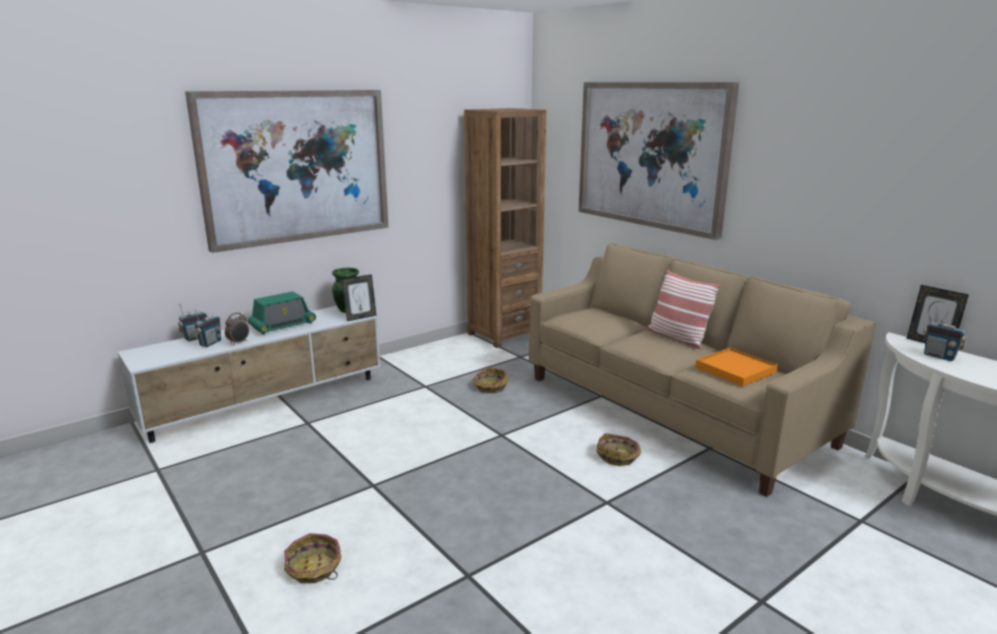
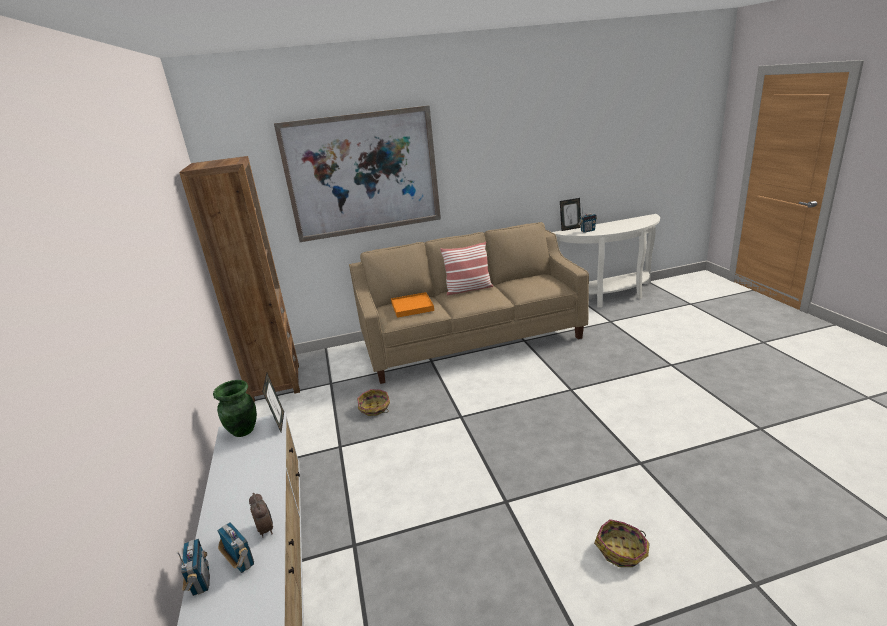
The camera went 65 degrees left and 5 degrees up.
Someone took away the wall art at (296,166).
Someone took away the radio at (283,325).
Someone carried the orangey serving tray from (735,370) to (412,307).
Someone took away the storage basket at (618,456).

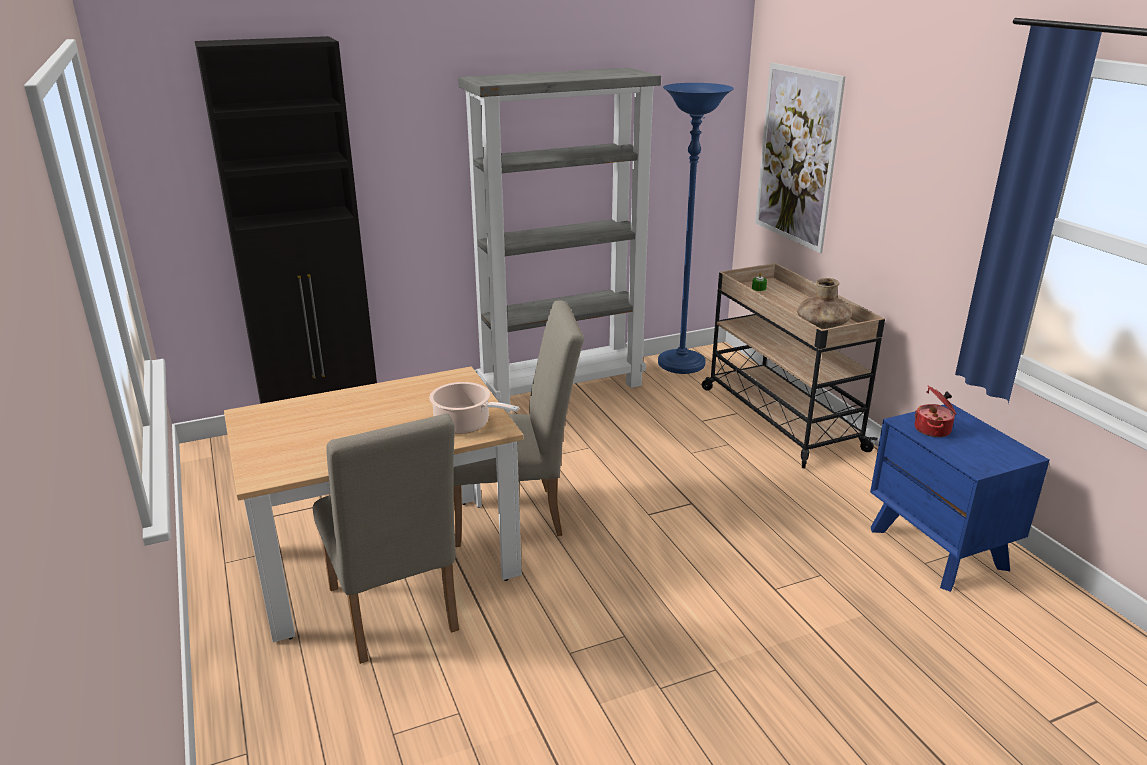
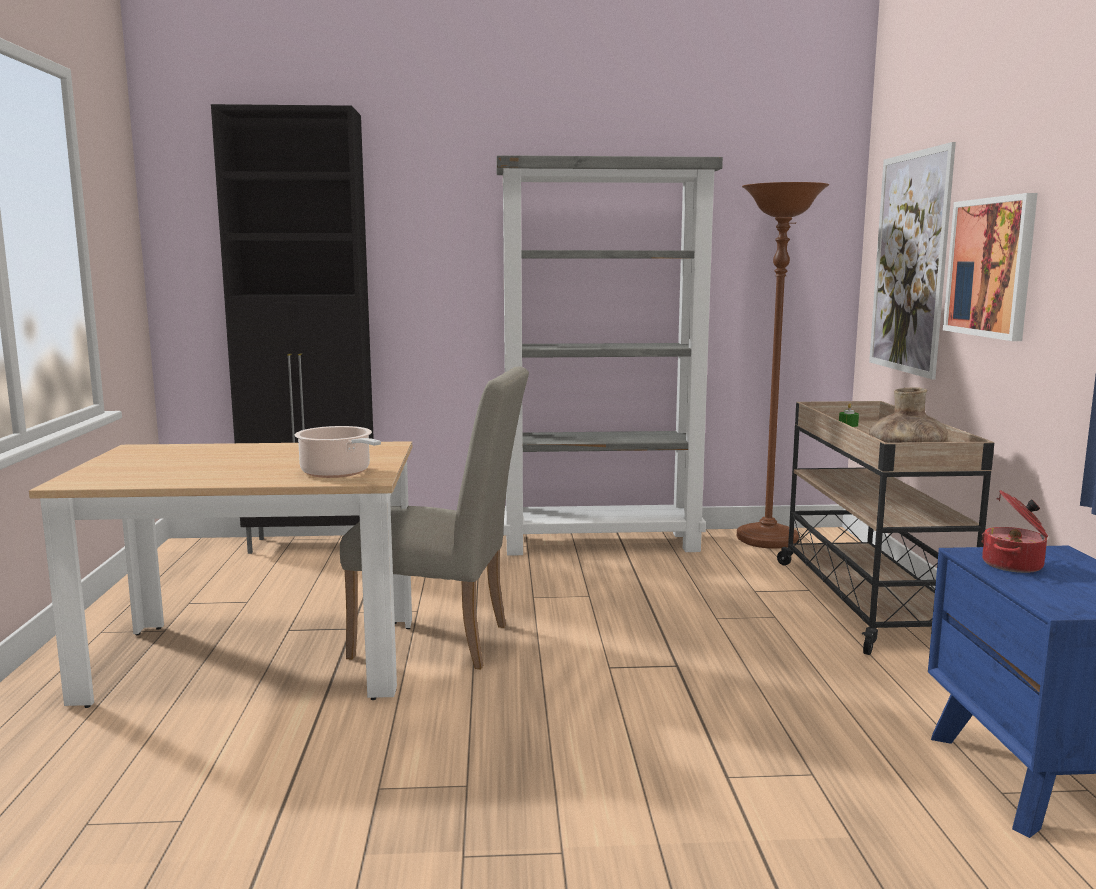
The camera went 20 degrees right and 15 degrees down.
Someone repainted the blue standing lamp at (681,364), which became the brown standing lamp at (767,540).
Someone took away the sand-coloured plain chair at (394,616).
Someone put up the wall art at (990,267).

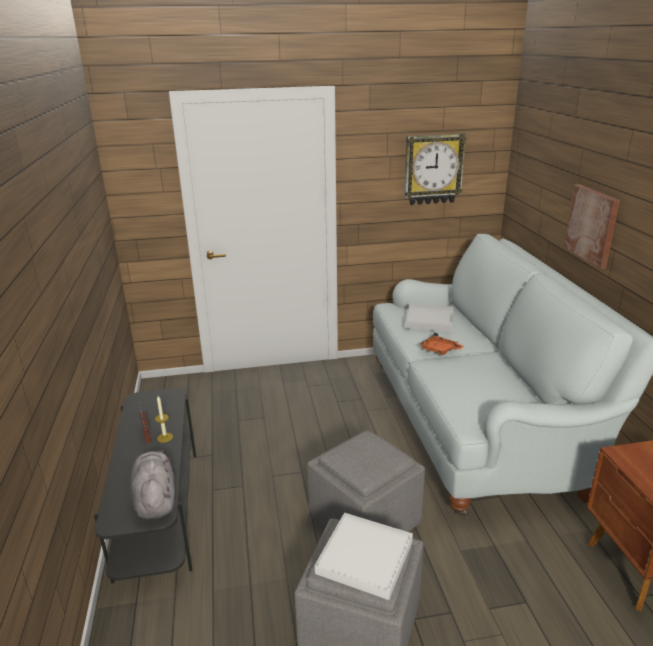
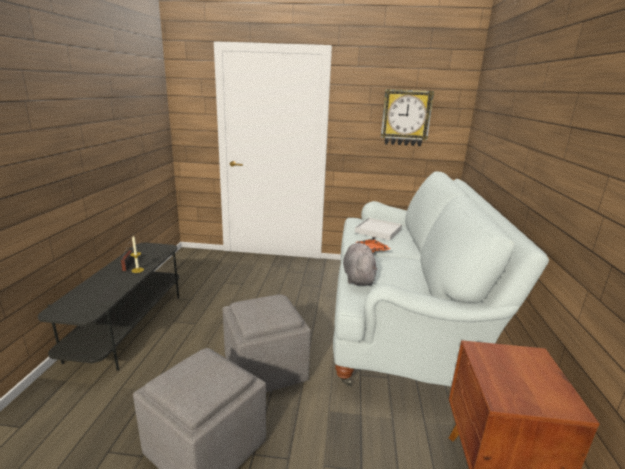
The camera went 15 degrees right and 5 degrees down.
Someone took away the wall art at (592,225).
Someone carried the grey cuddly toy from (155,499) to (358,277).
Someone took away the whitish serving tray at (364,557).

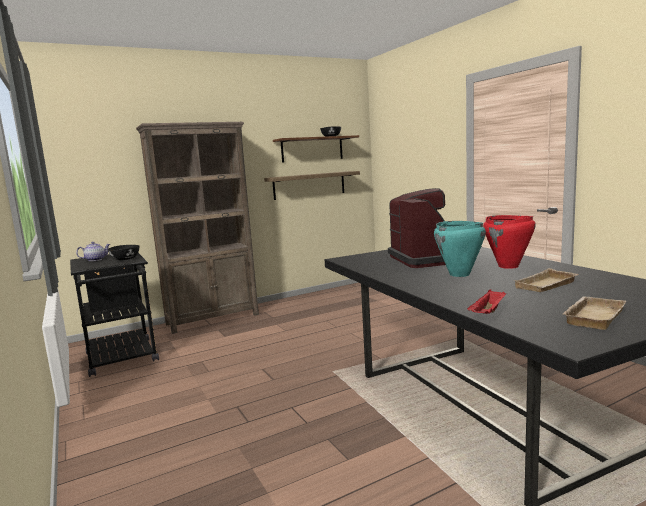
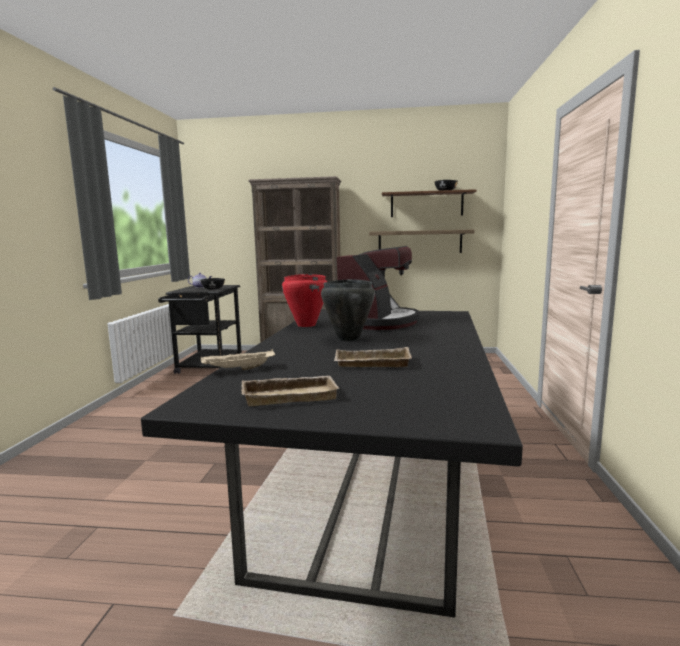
The camera went 35 degrees right and 0 degrees up.
Someone carried the reddish cooking pot from (508,266) to (306,325).
Someone repainted the blue-green cooking pot at (459,274), which became the black-coloured cooking pot at (348,339).
Someone repainted the reddish serving tray at (488,313), which became the sand-coloured serving tray at (238,370).

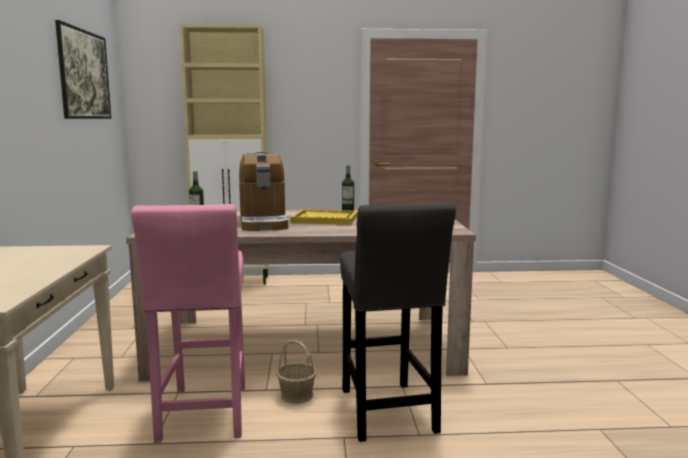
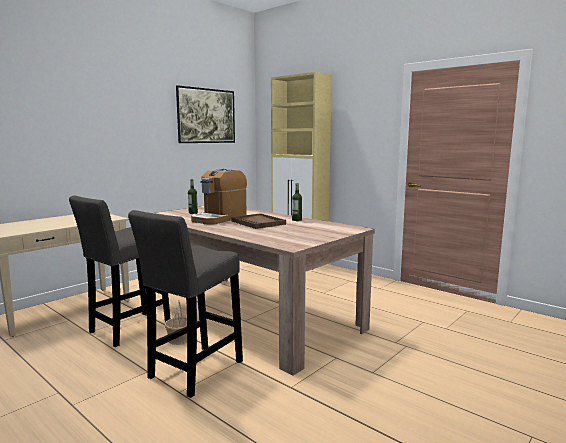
The camera went 45 degrees right and 0 degrees up.
Someone repainted the pinkish sitting stool at (203,416), which became the grey sitting stool at (126,330).
Someone repainted the yellow-coloured serving tray at (325,219), which became the brown serving tray at (258,222).

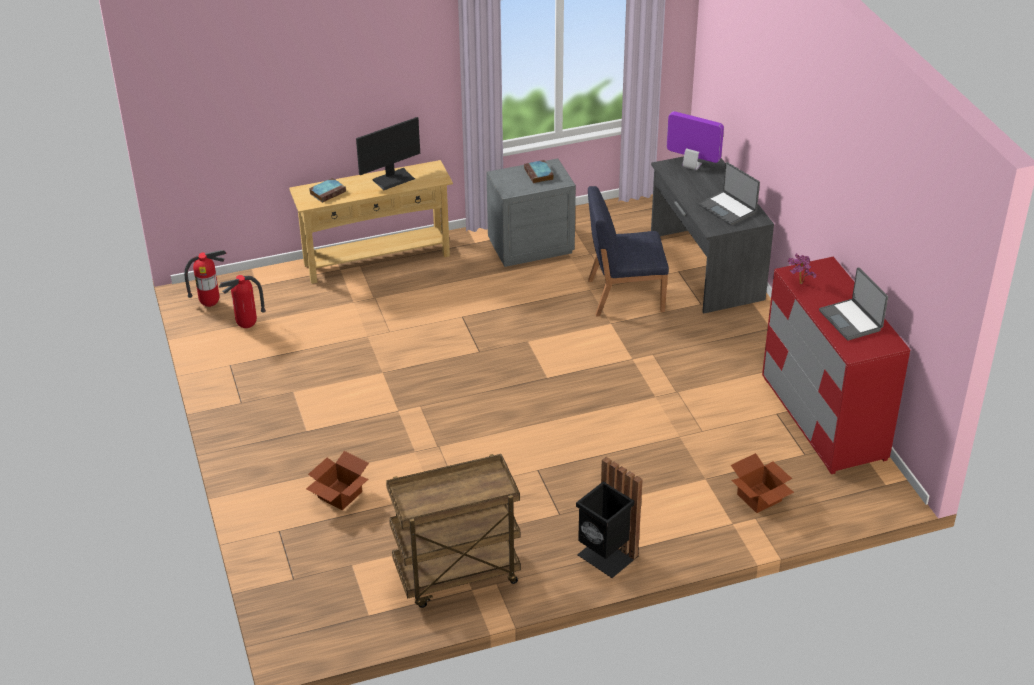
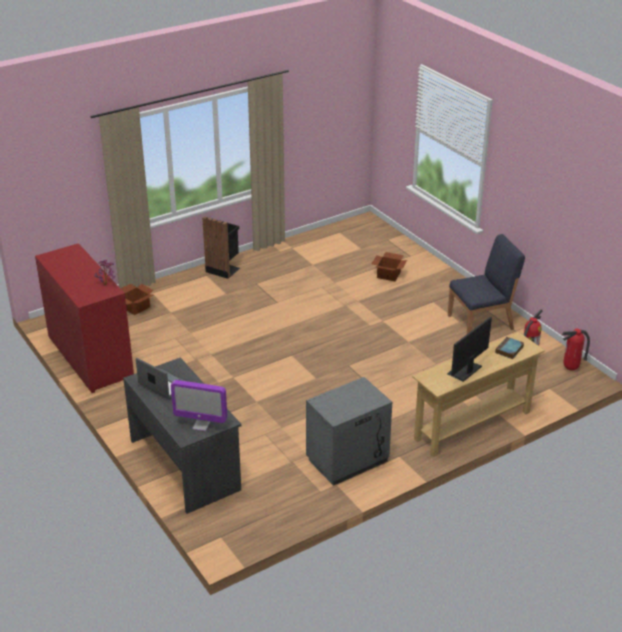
The camera went 165 degrees right and 5 degrees down.
Someone took away the volume at (539,174).
Someone carried the blue plain chair from (624,295) to (481,322).
Someone took away the notebook computer at (851,320).
Someone took away the brown trolley at (456,576).

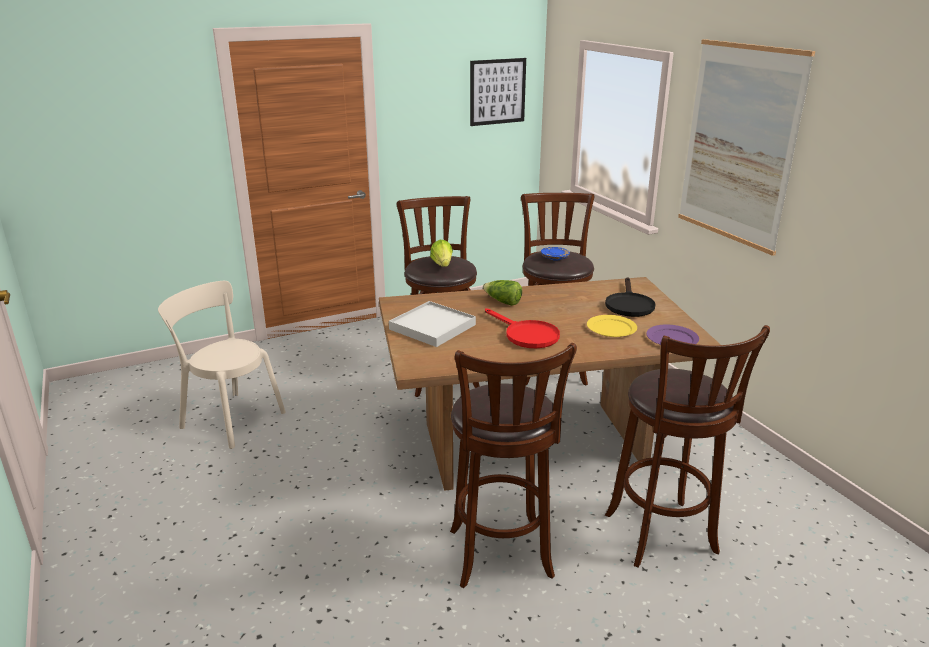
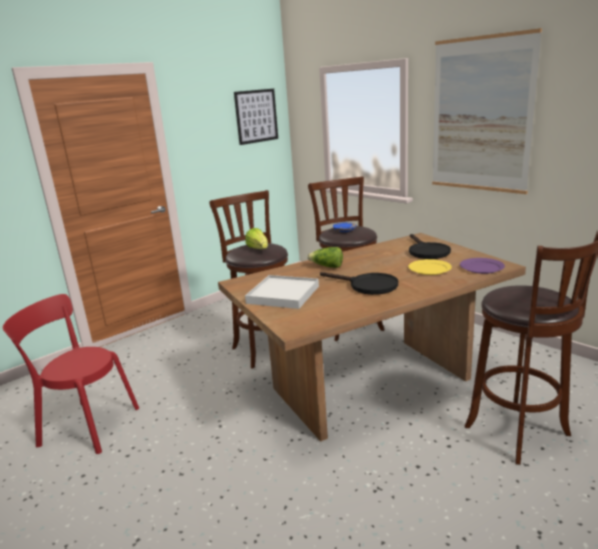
The camera went 15 degrees left and 5 degrees down.
Someone repainted the sand-coloured plain chair at (230,418), which became the reddish plain chair at (85,425).
Someone repainted the reddish skillet at (526,335), which became the black-coloured skillet at (367,286).
Someone took away the brown sitting stool at (501,557).

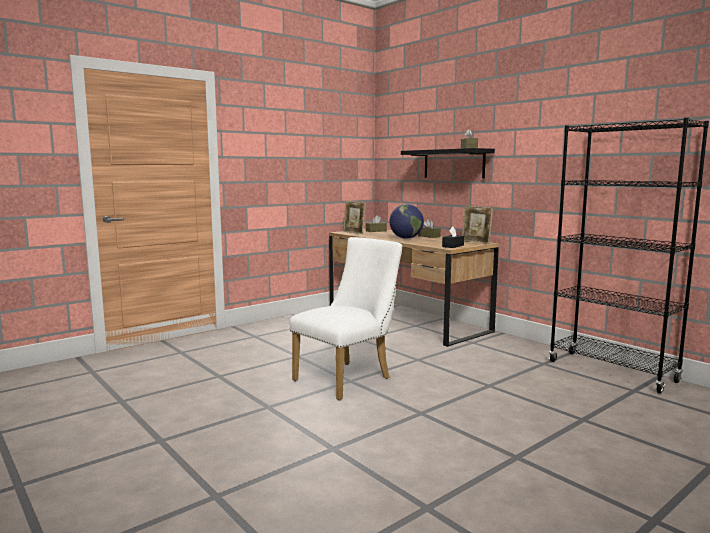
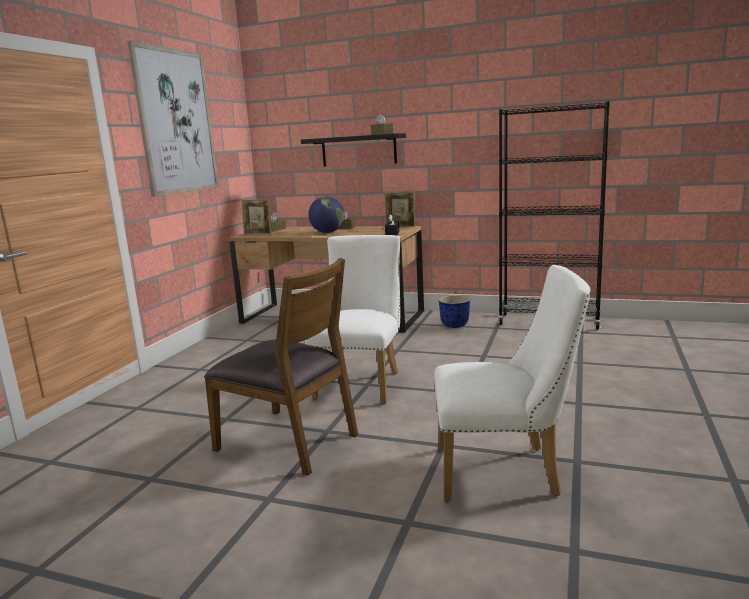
The camera went 30 degrees left and 5 degrees up.
Someone put up the wall art at (176,122).
Someone put down the brown plain chair at (289,441).
Someone put down the whitish plain chair at (506,473).
Someone put down the plant pot at (454,325).

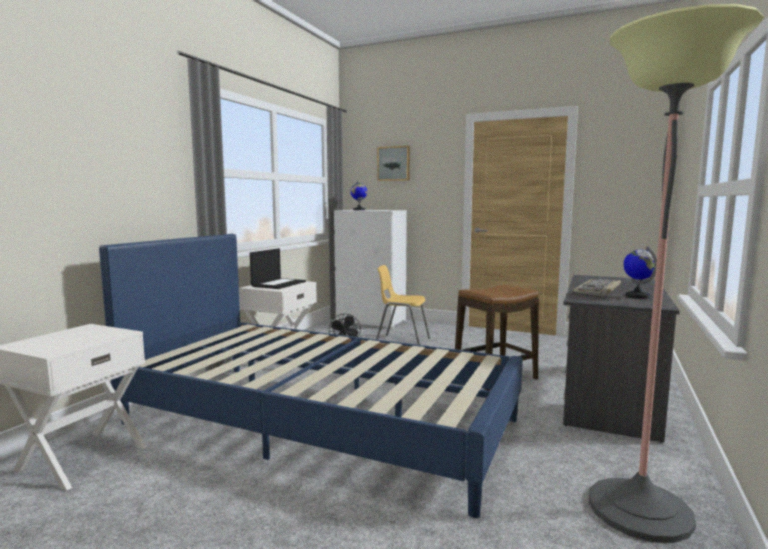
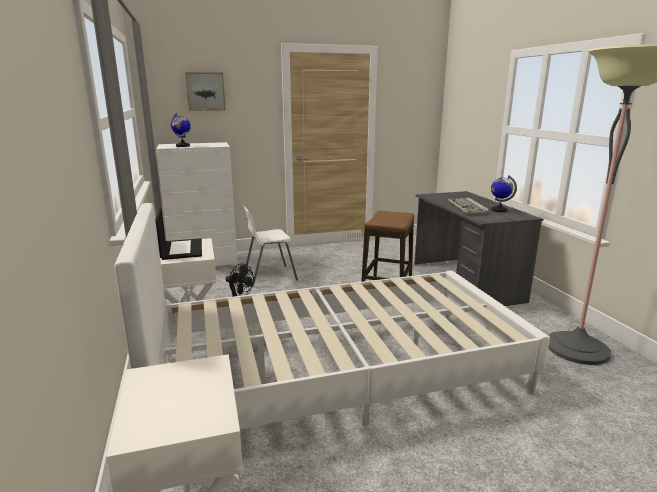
The camera went 40 degrees left and 10 degrees up.
Someone repainted the blue sleeping bed at (319,421), which became the whitish sleeping bed at (337,374).
Someone repainted the yellow-coloured plain chair at (402,342), which became the whitish plain chair at (269,276).

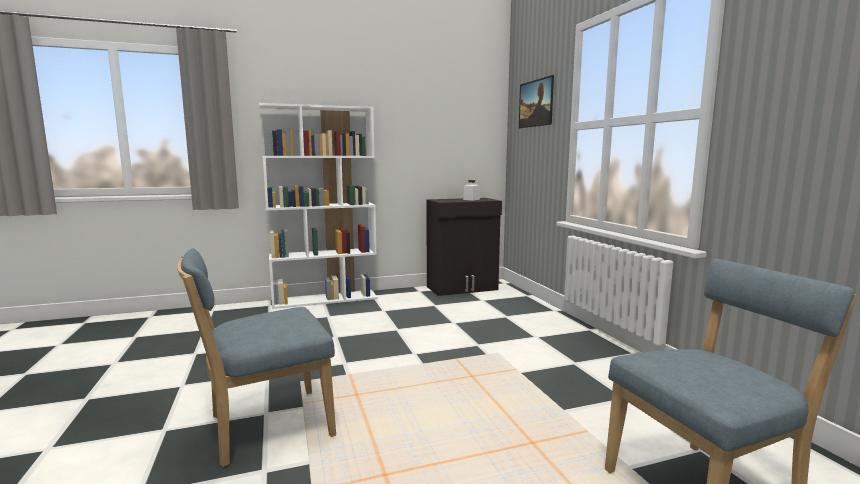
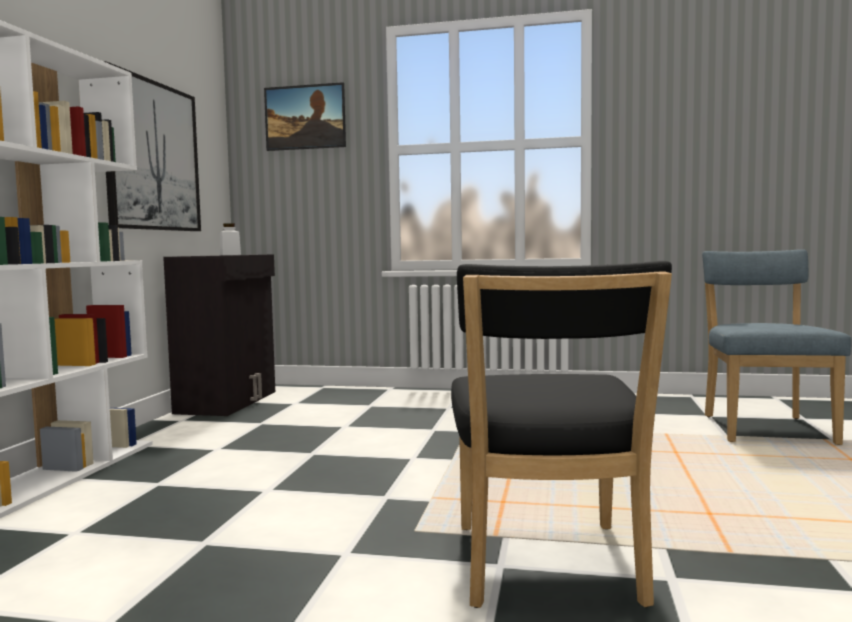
The camera went 60 degrees left and 5 degrees down.
Someone repainted the blue plain chair at (264,427), which became the black-coloured plain chair at (547,569).
Someone put up the wall art at (152,156).

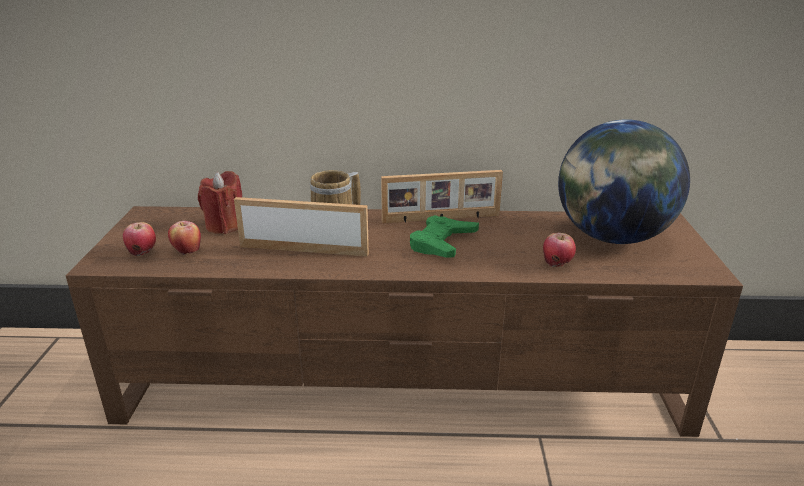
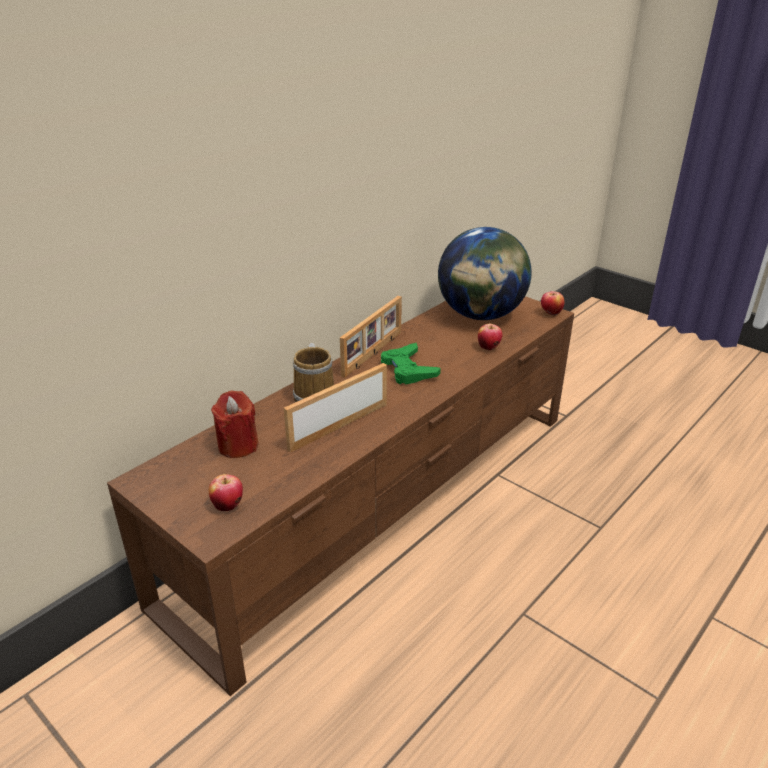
The camera went 50 degrees left and 5 degrees up.
Someone carried the apple fruit from (187,252) to (551,313).

